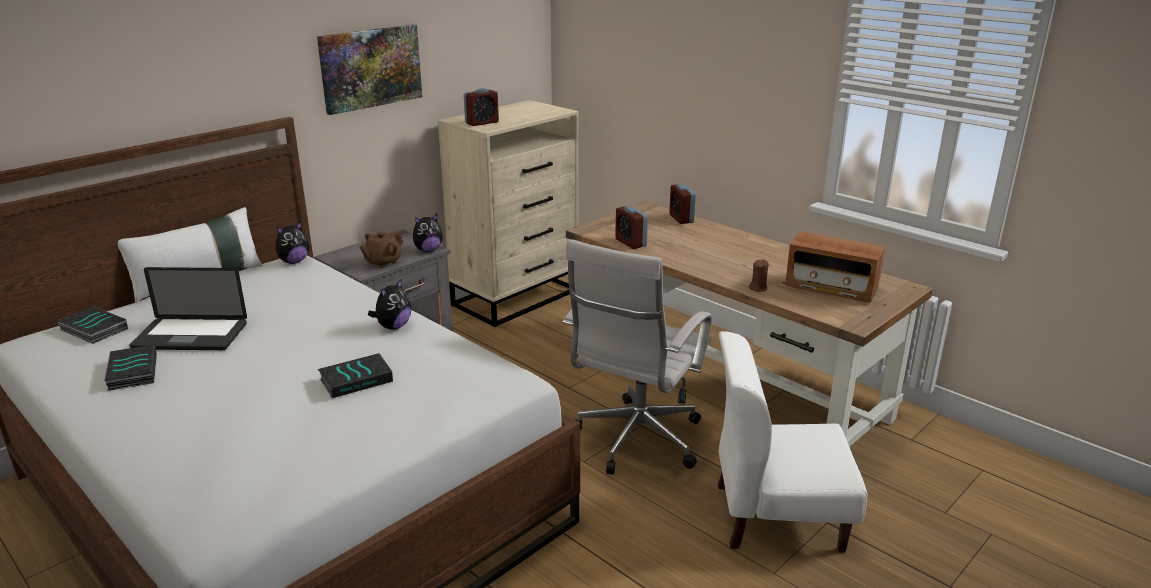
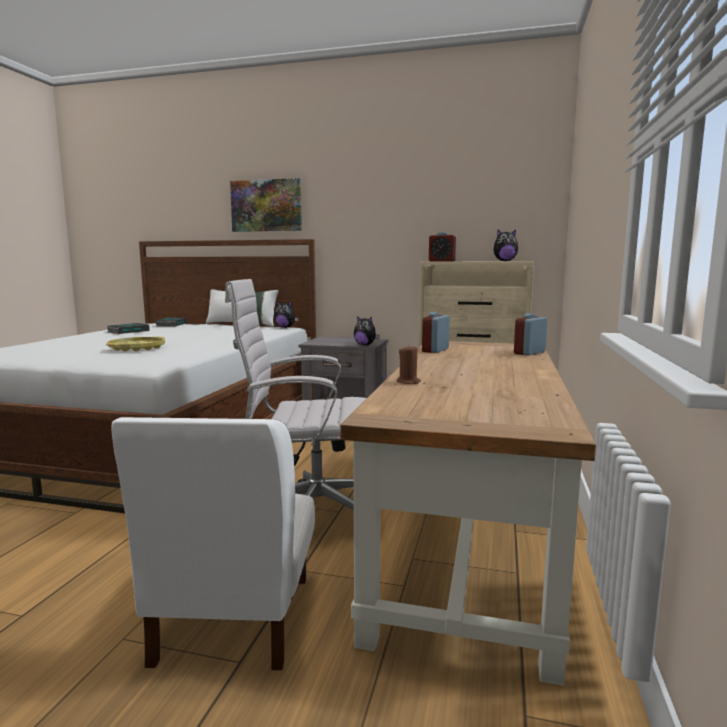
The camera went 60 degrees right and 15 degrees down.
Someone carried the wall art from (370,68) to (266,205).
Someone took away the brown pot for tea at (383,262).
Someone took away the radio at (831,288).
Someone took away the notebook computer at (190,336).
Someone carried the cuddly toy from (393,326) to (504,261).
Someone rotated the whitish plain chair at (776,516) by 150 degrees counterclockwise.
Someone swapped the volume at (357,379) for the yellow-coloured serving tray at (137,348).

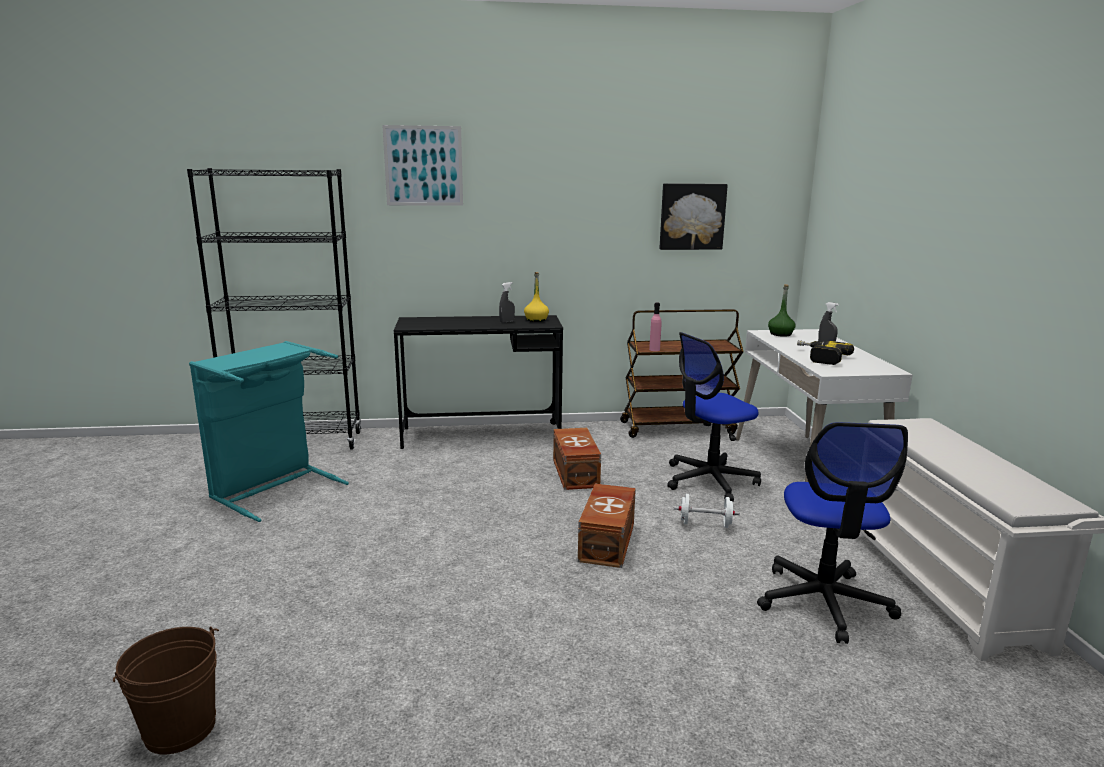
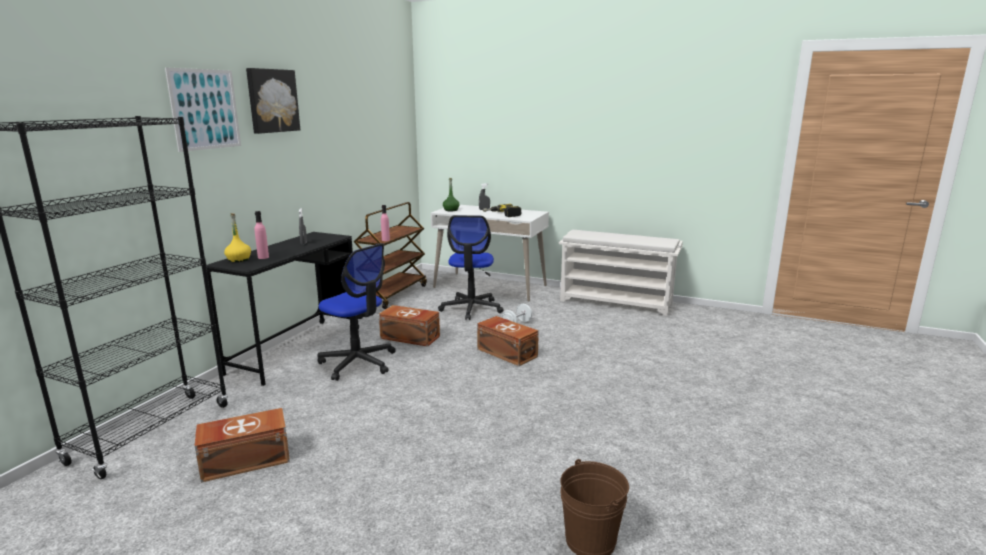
The camera went 60 degrees left and 0 degrees up.
Someone carried the wall art from (692,216) to (272,101).
Someone carried the yellow-coloured drink bottle from (536,320) to (239,259).
Someone swapped the blue-green hamper at (273,488) for the brown storage box at (244,460).
Someone carried the office chair from (823,602) to (358,363).
Someone put down the pinkish drink bottle at (263,257).

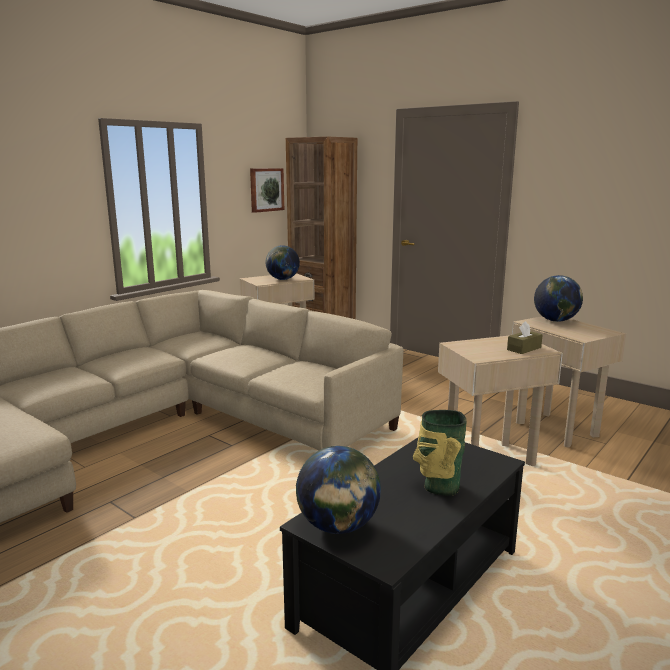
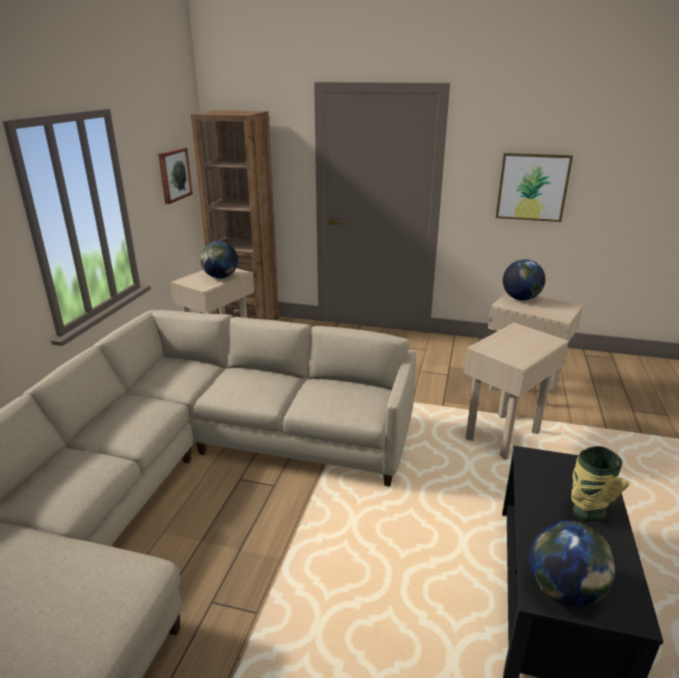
The camera went 25 degrees left and 10 degrees up.
Someone took away the brown box of tissues at (524,349).
Someone put up the wall art at (532,187).

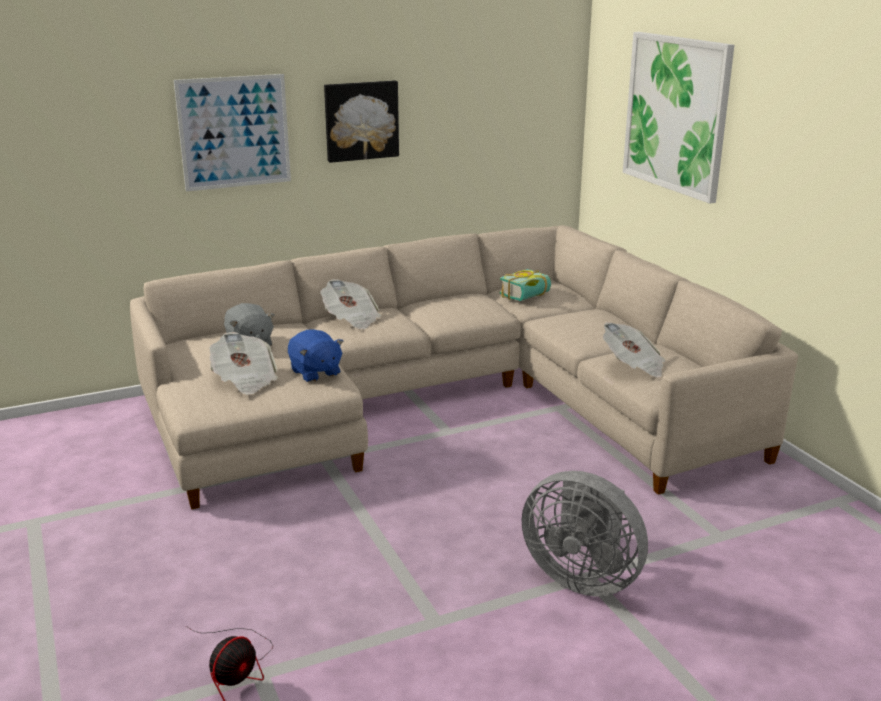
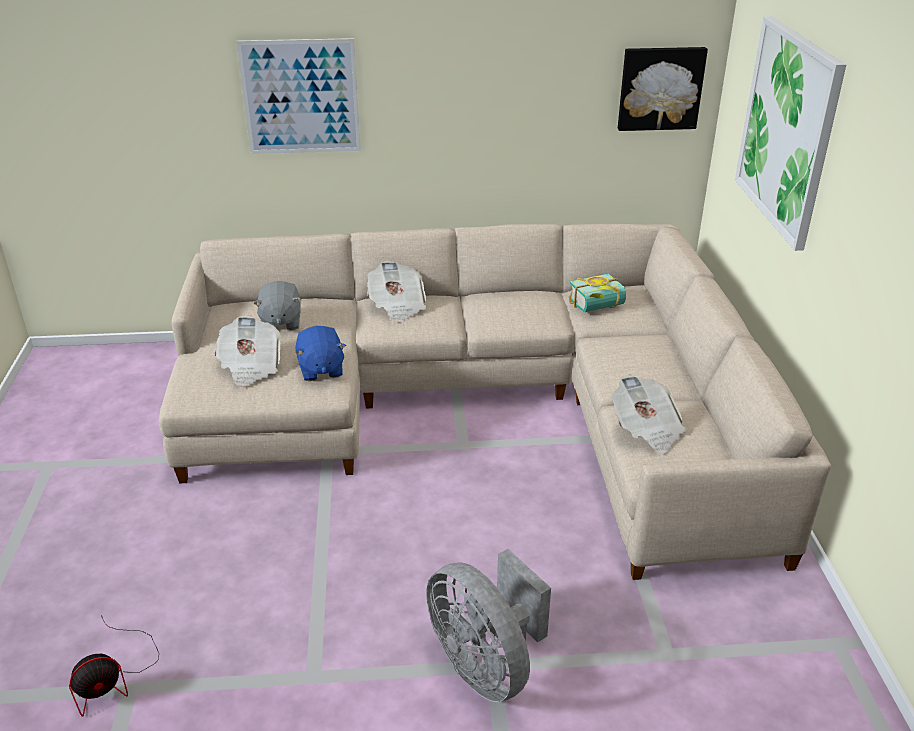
The camera went 20 degrees right and 10 degrees up.
Someone carried the wall art from (361,120) to (660,88).

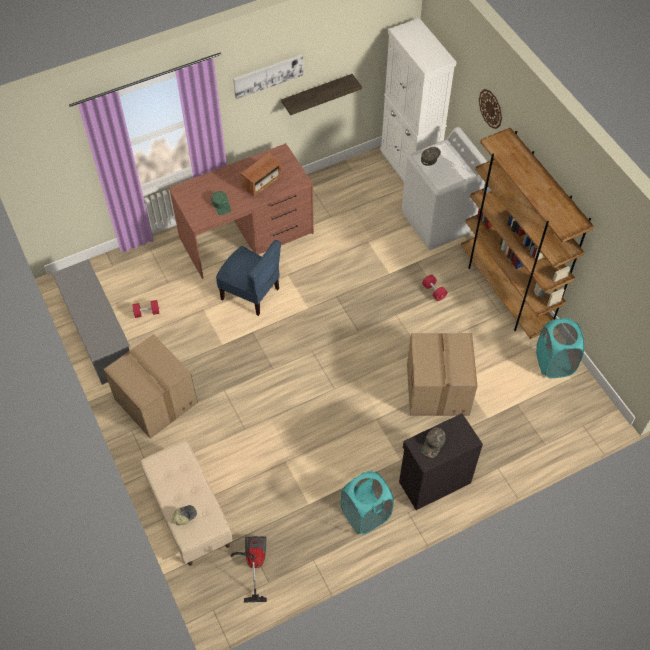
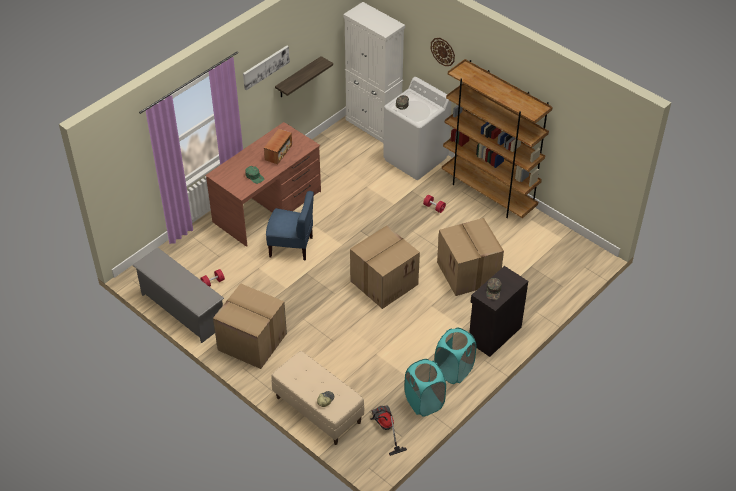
The camera went 20 degrees left and 10 degrees down.
Someone carried the blue-green hamper from (554,363) to (424,402).
Someone put down the packing box at (384,282).

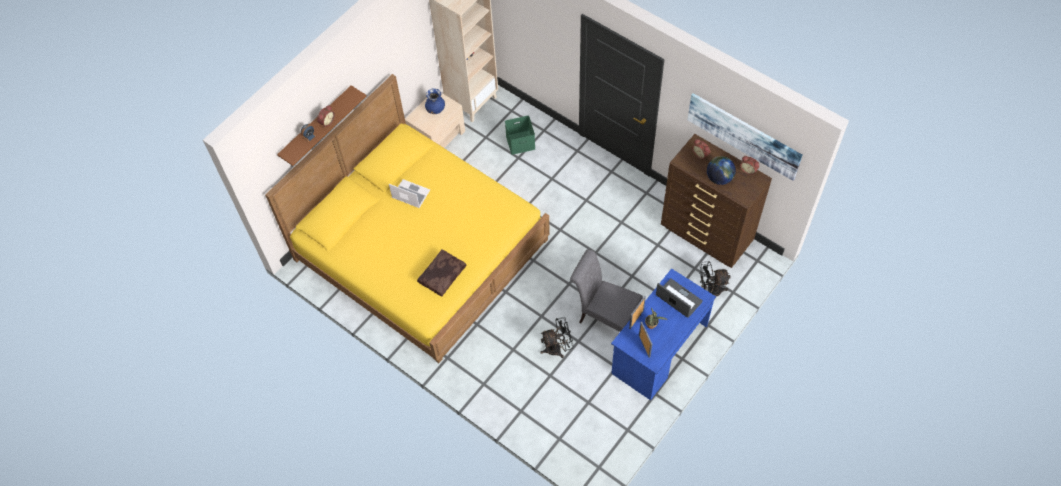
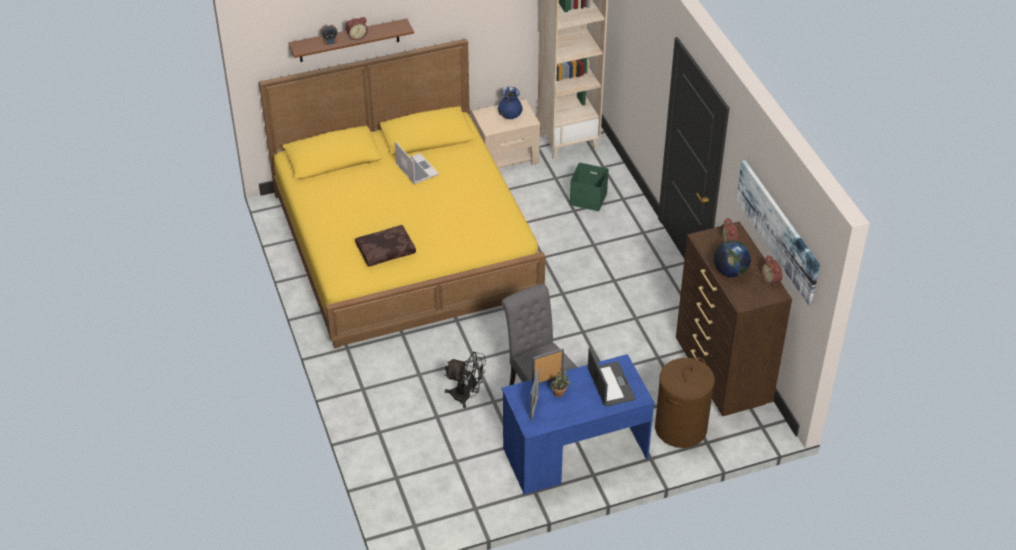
The camera went 30 degrees right and 15 degrees down.
Someone swapped the black-coloured electric fan at (710,291) for the brown hamper at (681,428).

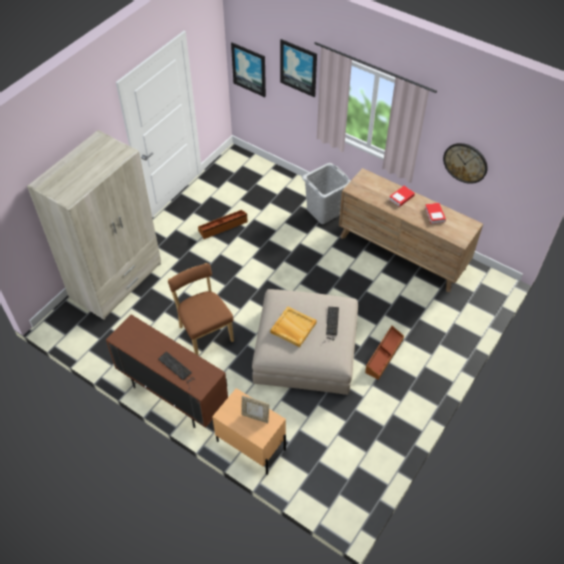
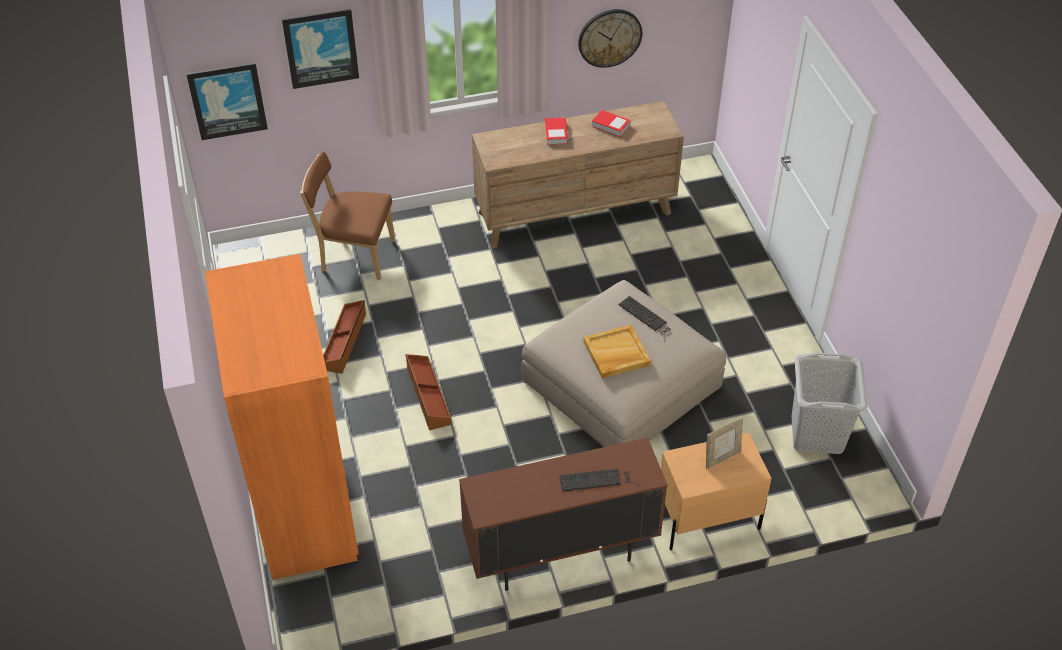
The camera went 50 degrees left and 5 degrees down.
Someone repainted the sand-coloured wardrobe at (117,281), which became the orangey wardrobe at (305,507).
Someone carried the grey hamper from (325,211) to (817,433).
Someone carried the brown plain chair from (205,332) to (354,255).
Someone carried the brown storage box from (383,355) to (427,396).

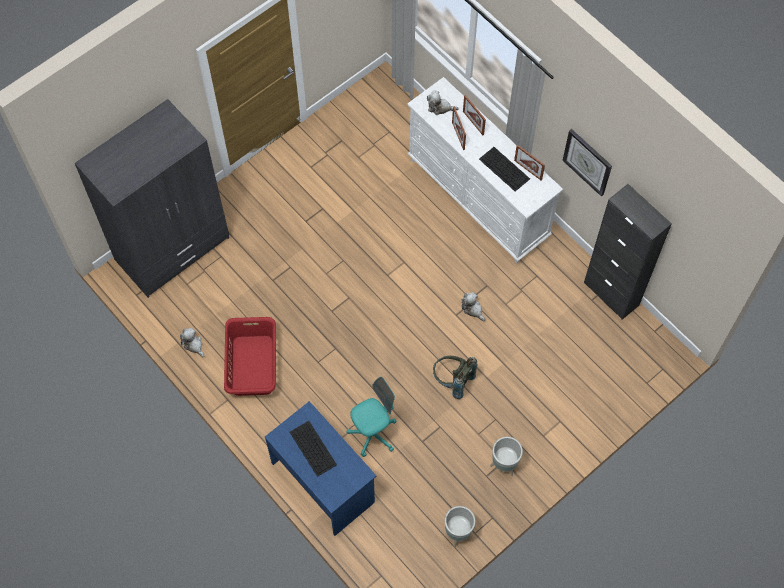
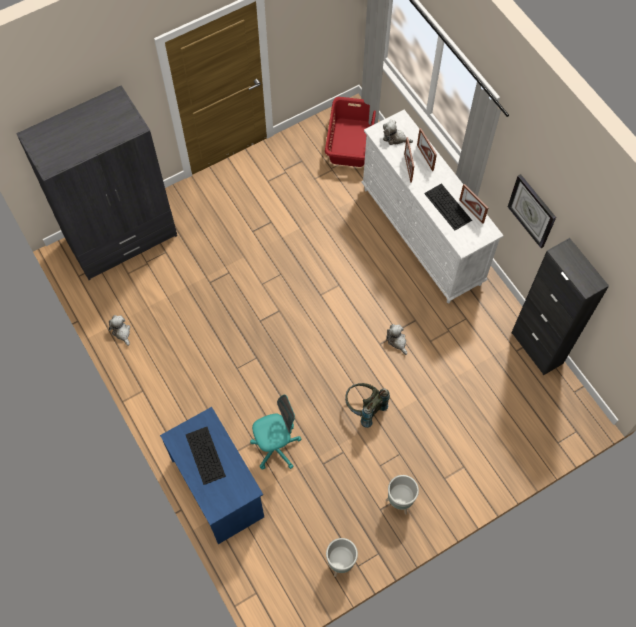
The camera went 10 degrees right and 0 degrees up.
Someone carried the reddish hamper from (253,365) to (350,142).

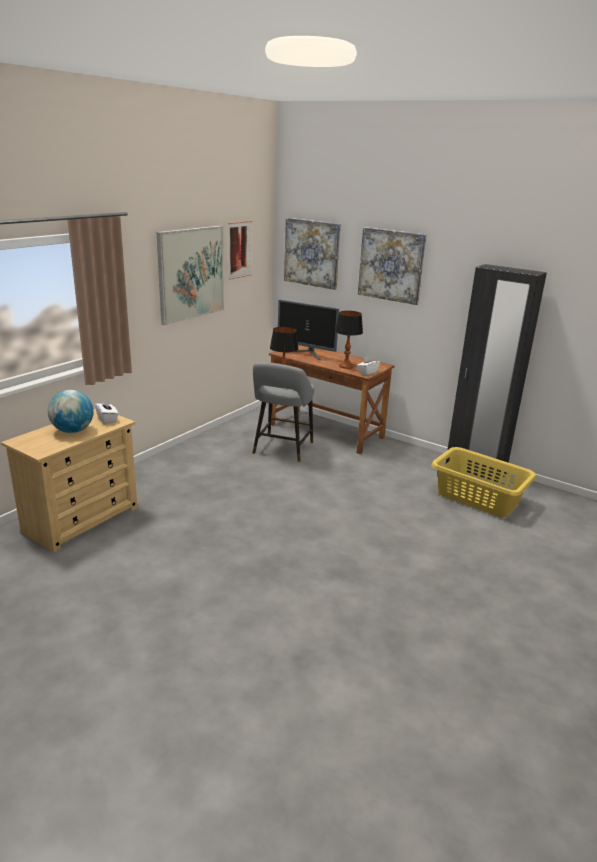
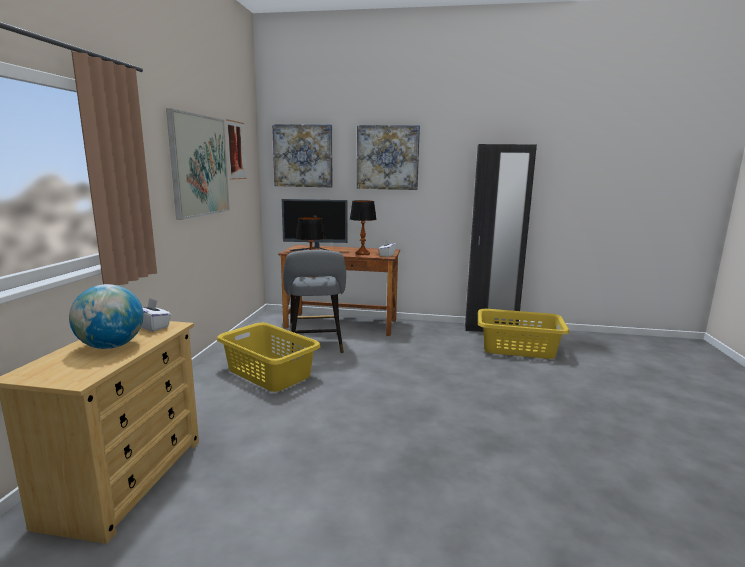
The camera went 25 degrees left and 10 degrees down.
Someone put down the yellow-coloured hamper at (269,373).

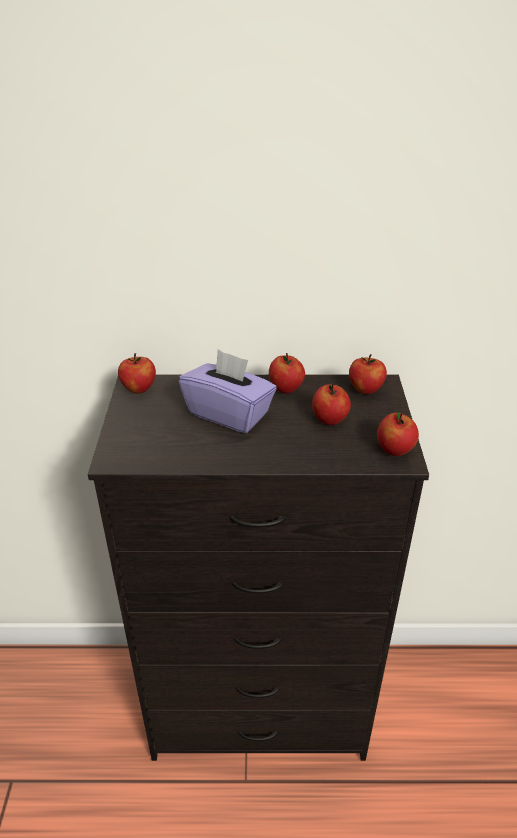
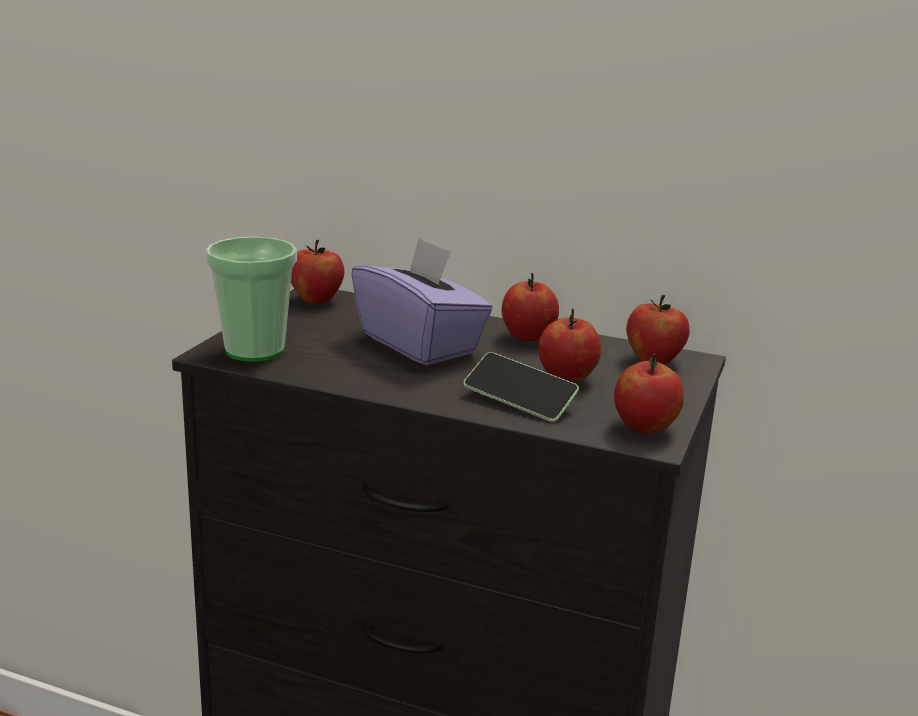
The camera went 20 degrees right and 15 degrees down.
Someone put down the small cup at (254,350).
Someone put down the telephone at (519,401).

